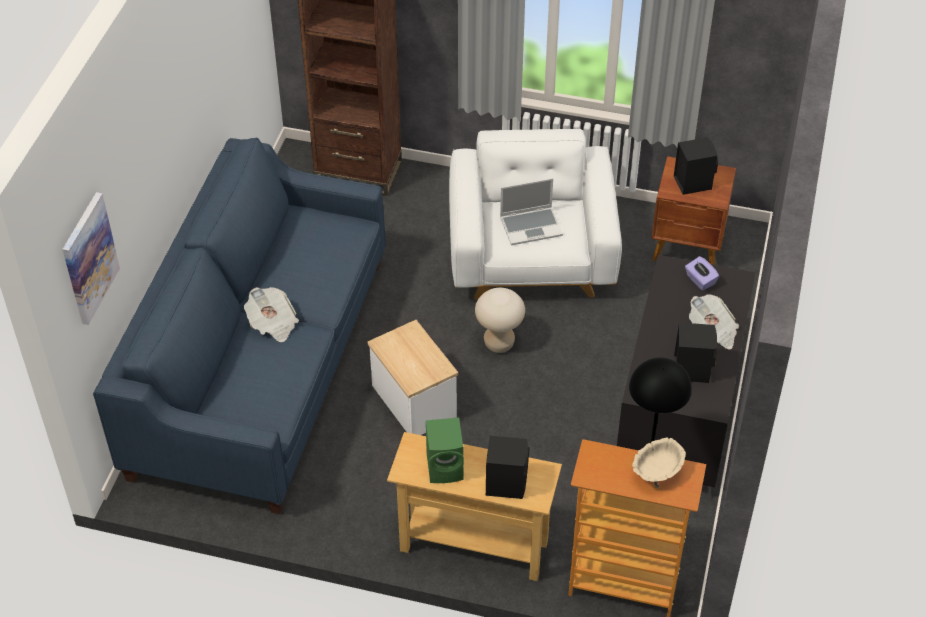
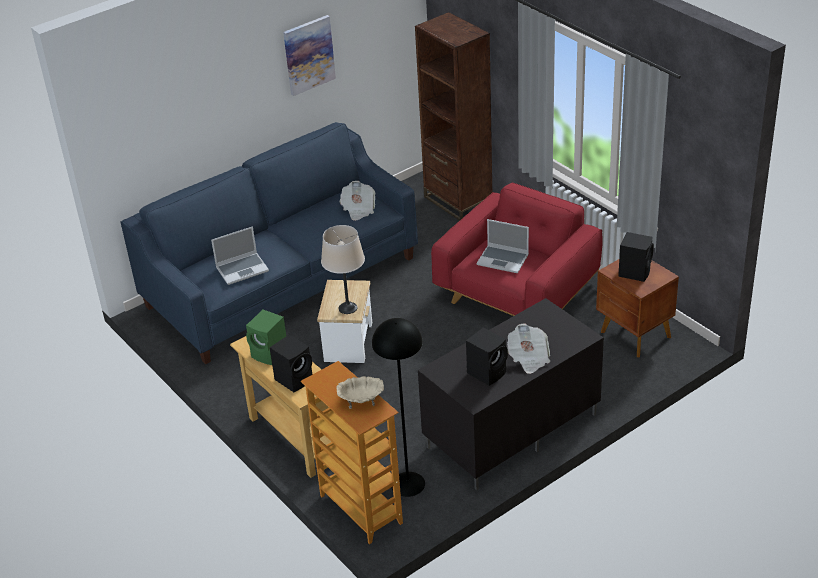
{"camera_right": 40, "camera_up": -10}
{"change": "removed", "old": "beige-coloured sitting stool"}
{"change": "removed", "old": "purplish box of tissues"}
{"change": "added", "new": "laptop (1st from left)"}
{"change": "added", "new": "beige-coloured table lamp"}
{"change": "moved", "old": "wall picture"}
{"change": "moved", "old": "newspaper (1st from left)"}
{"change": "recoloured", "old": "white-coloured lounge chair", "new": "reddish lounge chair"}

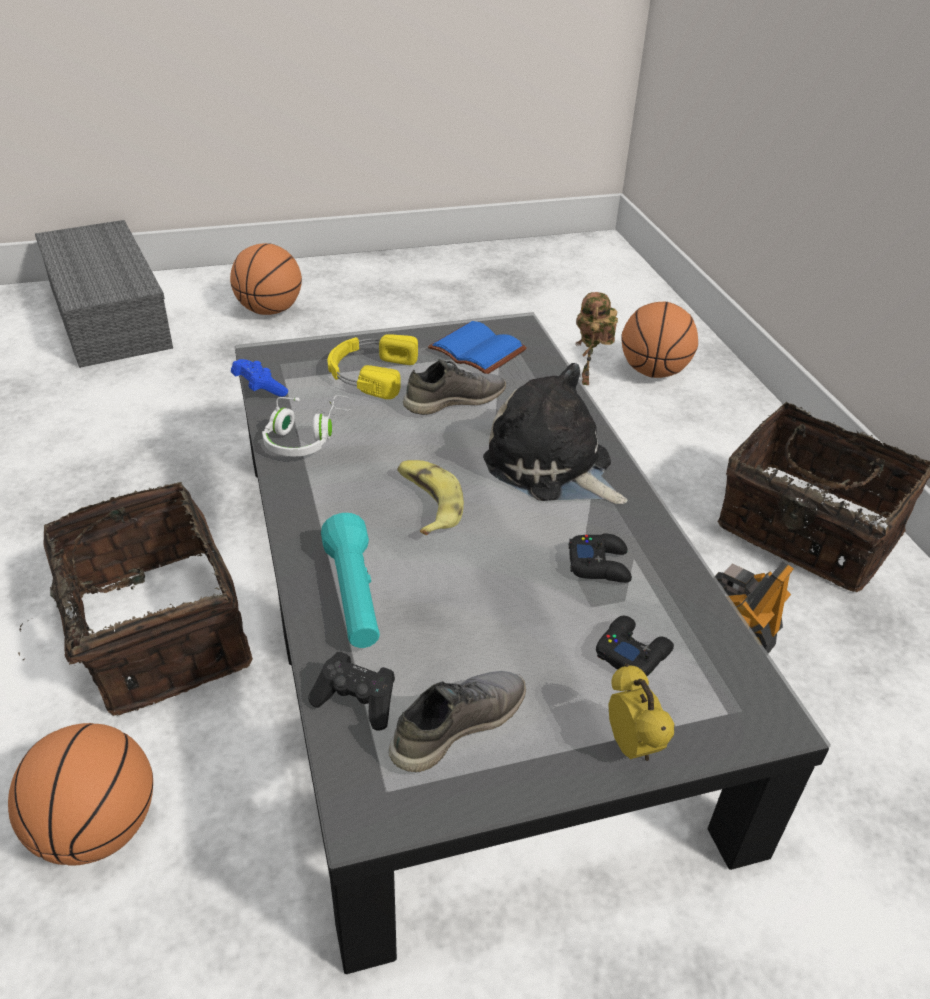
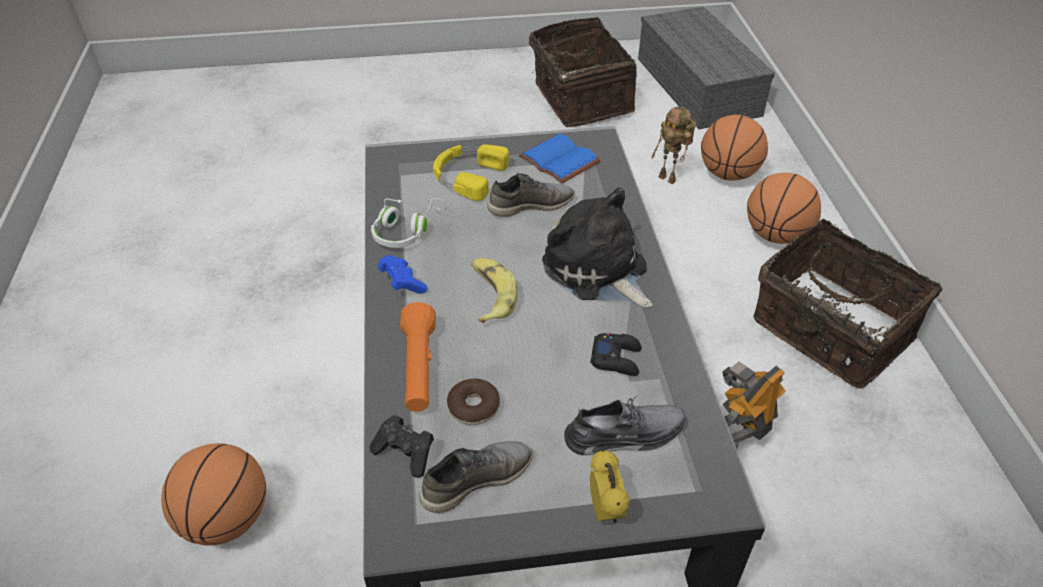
{"camera_right": 10, "camera_up": 5}
{"change": "added", "new": "donut"}
{"change": "moved", "old": "household basket (1st from left)"}
{"change": "moved", "old": "grey storage container"}
{"change": "moved", "old": "ball for basketball (2nd from left in the first image)", "new": "ball for basketball (3rd from left)"}
{"change": "moved", "old": "bluish joypad"}
{"change": "replaced", "old": "black joypad (3rd from left)", "new": "grey item of footwear (3rd from left)"}
{"change": "recoloured", "old": "turquoise torch", "new": "orange-coloured torch"}
{"change": "turned", "old": "toy robot (1st from left)", "degrees": -60}

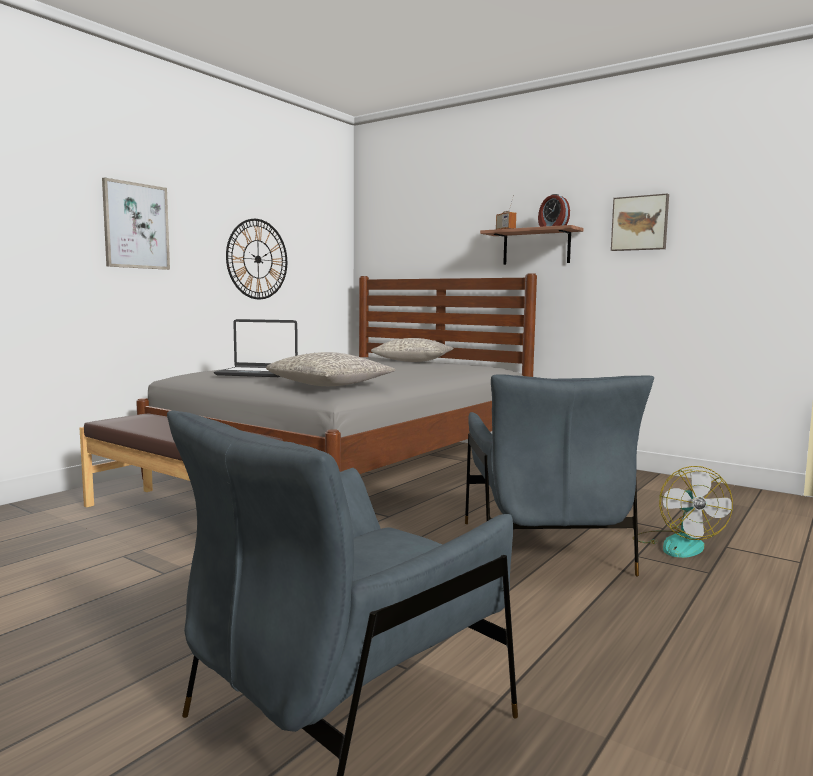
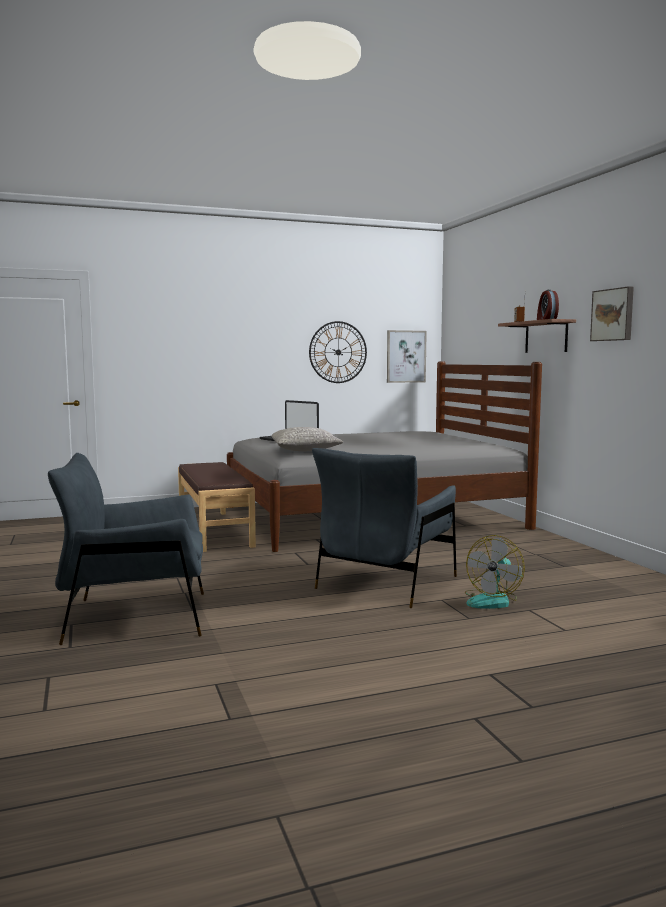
{"camera_right": 35, "camera_up": 0}
{"change": "removed", "old": "grey throw pillow (2nd from left)"}
{"change": "moved", "old": "wall picture (1st from left)"}

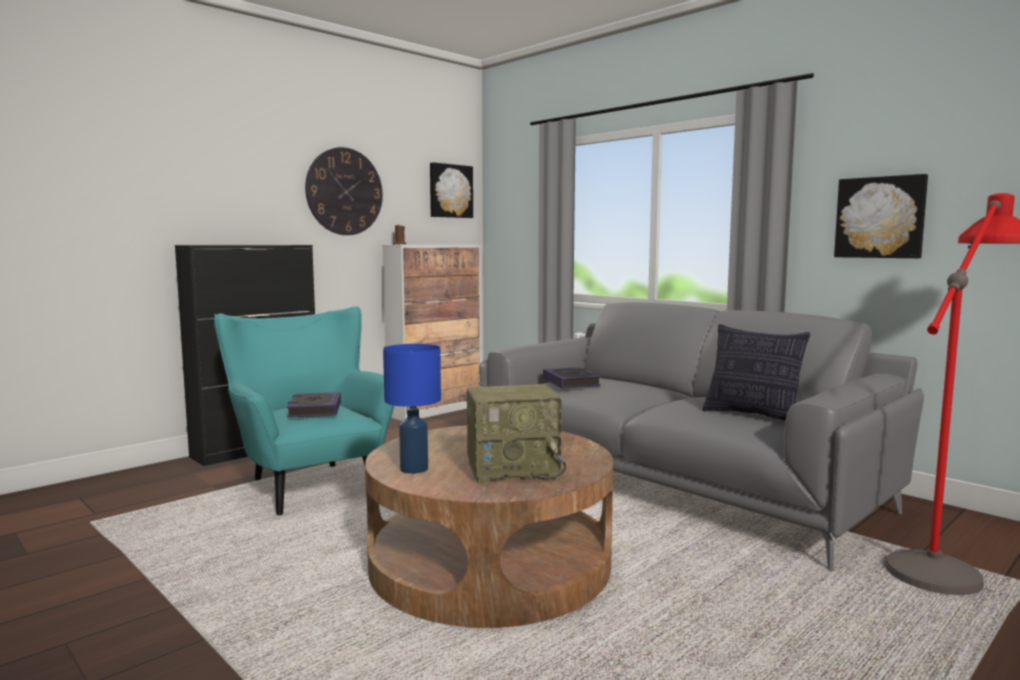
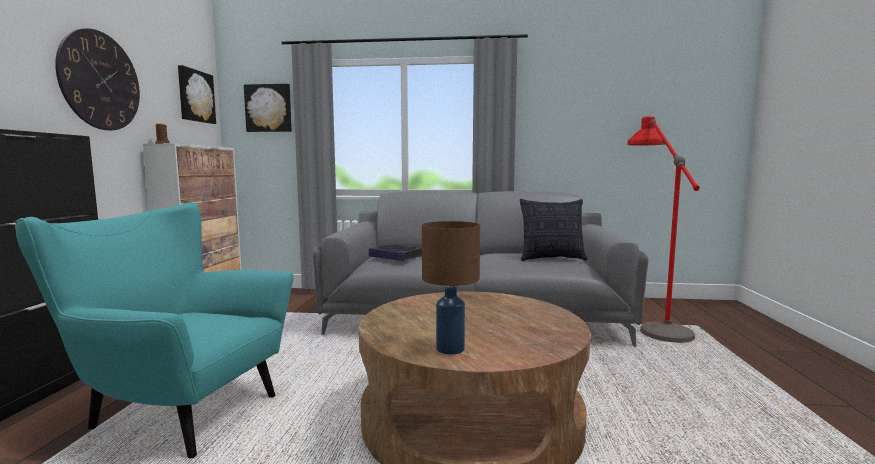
{"camera_right": -40, "camera_up": 0}
{"change": "removed", "old": "book (1st from left)"}
{"change": "removed", "old": "radio receiver"}
{"change": "moved", "old": "wall picture (2nd from left)"}
{"change": "recoloured", "old": "bluish table lamp", "new": "brown-coloured table lamp"}

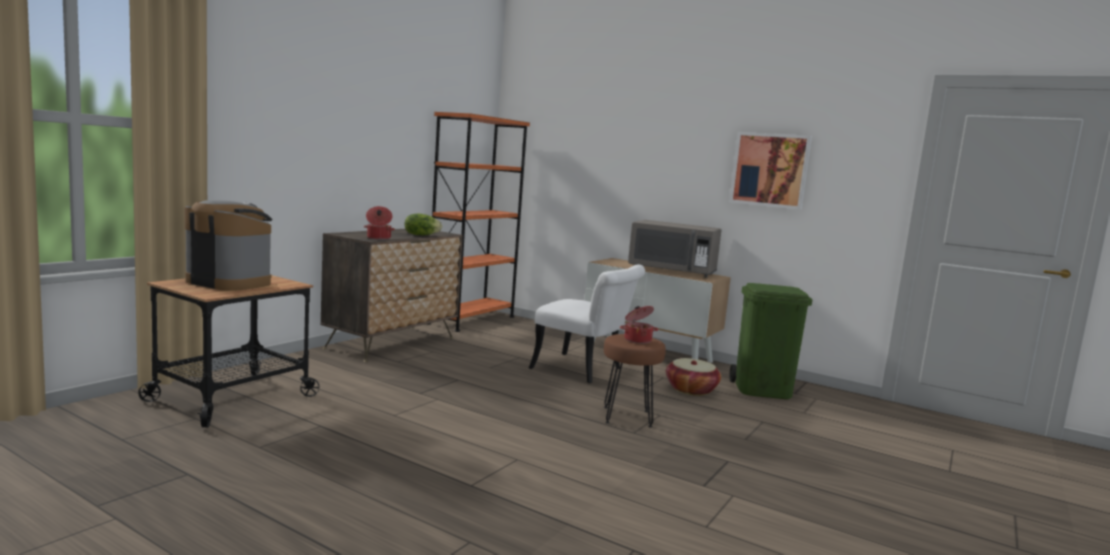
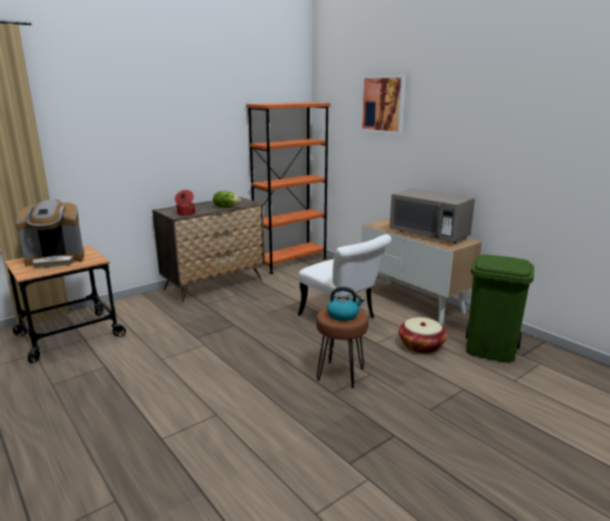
{"camera_right": 20, "camera_up": 10}
{"change": "moved", "old": "wall picture"}
{"change": "replaced", "old": "stockpot (2nd from left)", "new": "kettle"}
{"change": "turned", "old": "coffee brewer", "degrees": 120}

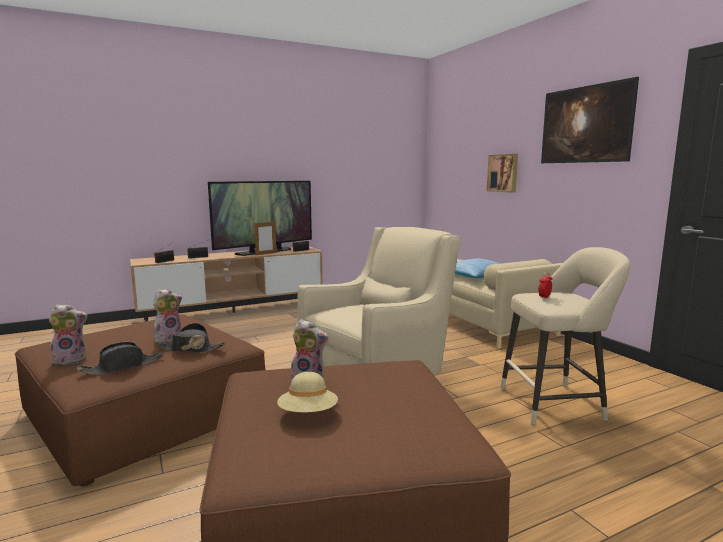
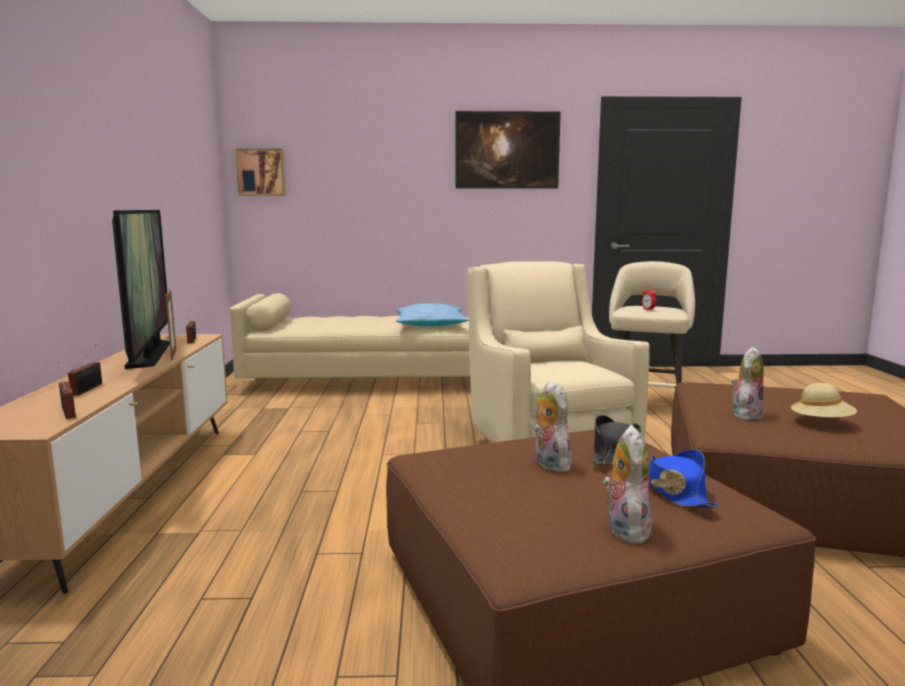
{"camera_right": -65, "camera_up": 0}
{"change": "moved", "old": "wall picture (1st from left)"}
{"change": "recoloured", "old": "black clothing hat (1st from left)", "new": "bluish clothing hat"}

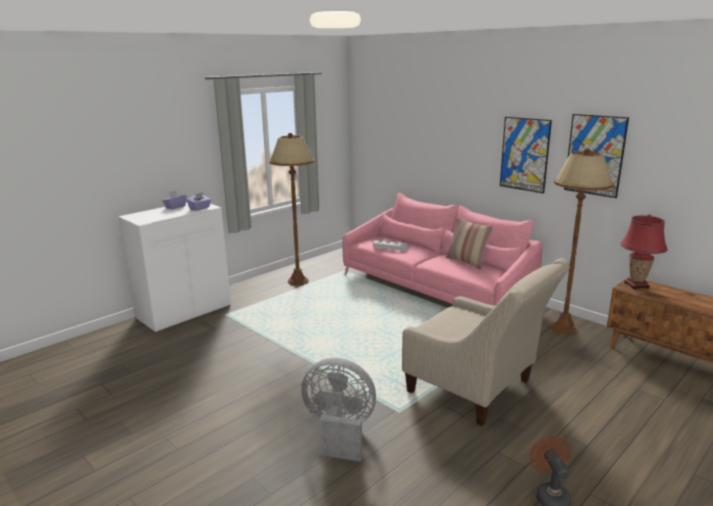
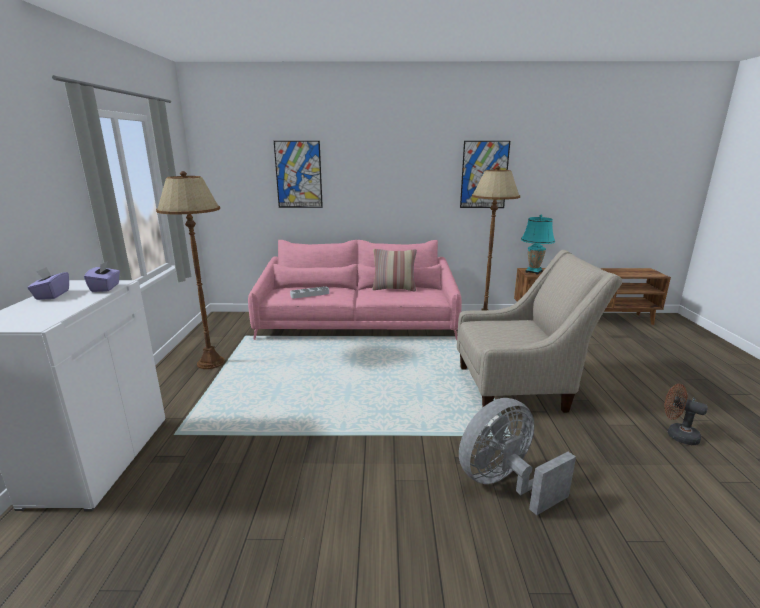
{"camera_right": -45, "camera_up": 0}
{"change": "moved", "old": "wall picture (1st from left)"}
{"change": "recoloured", "old": "reddish table lamp", "new": "turquoise table lamp"}

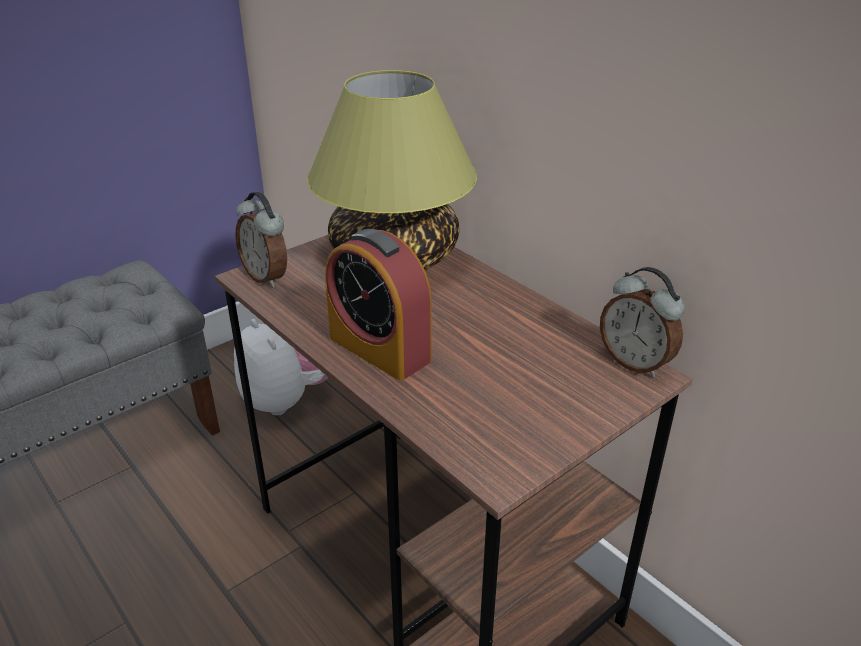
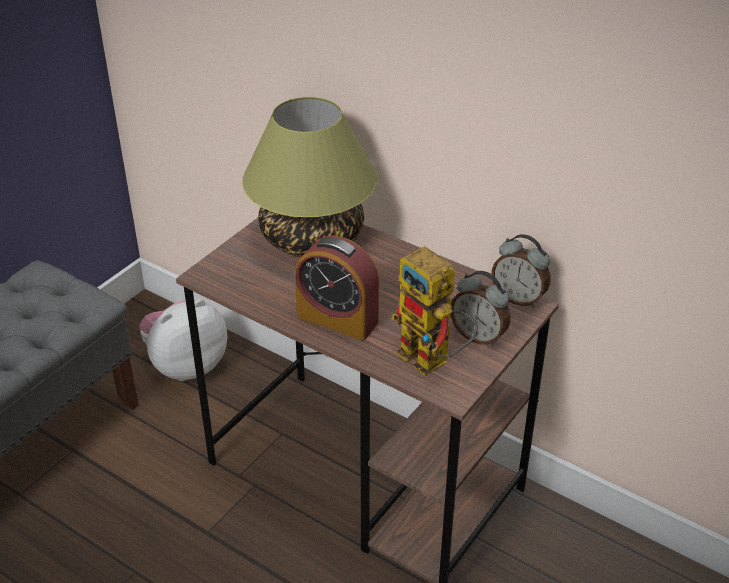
{"camera_right": -15, "camera_up": 5}
{"change": "added", "new": "toy robot"}
{"change": "moved", "old": "bedside clock (1st from left in the first image)", "new": "bedside clock (2nd from left)"}
{"change": "turned", "old": "plush toy", "degrees": -75}

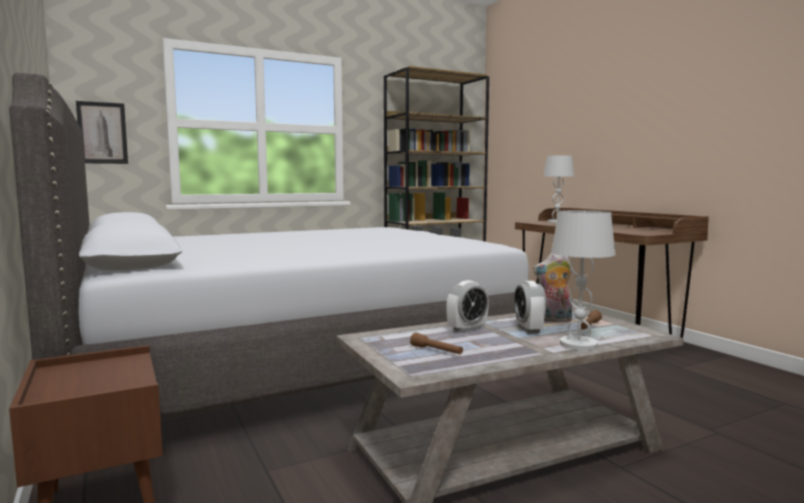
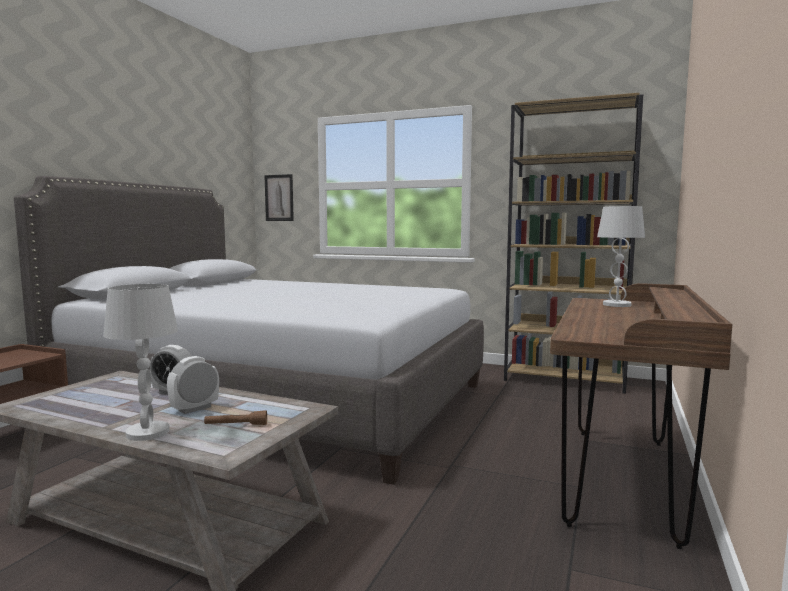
{"camera_right": 50, "camera_up": 0}
{"change": "removed", "old": "brown-coloured torch (1st from left)"}
{"change": "removed", "old": "plush toy"}

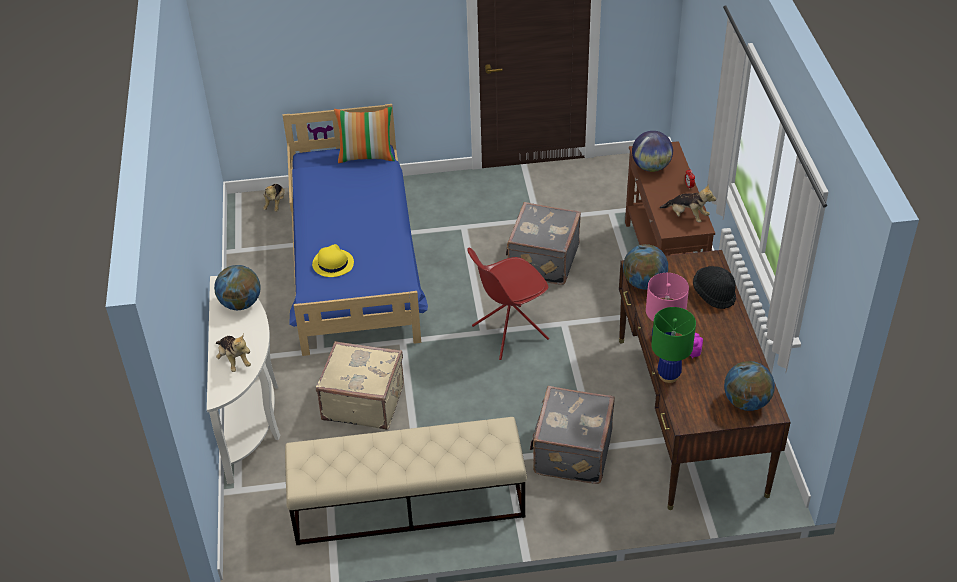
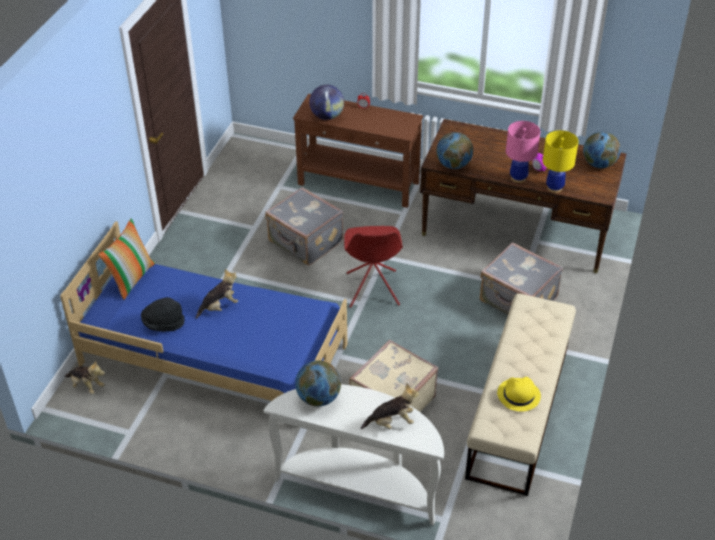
{"camera_right": -65, "camera_up": 0}
{"change": "moved", "old": "yellow clothing hat"}
{"change": "moved", "old": "plush toy (3rd from left in the first image)", "new": "plush toy (2nd from left)"}
{"change": "moved", "old": "black clothing hat"}
{"change": "recoloured", "old": "greenish table lamp", "new": "yellow table lamp"}

